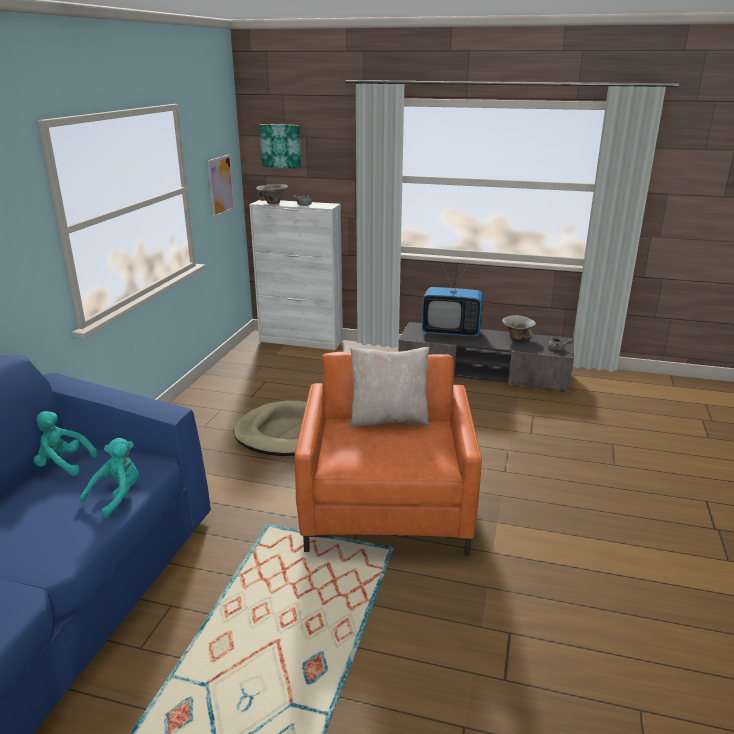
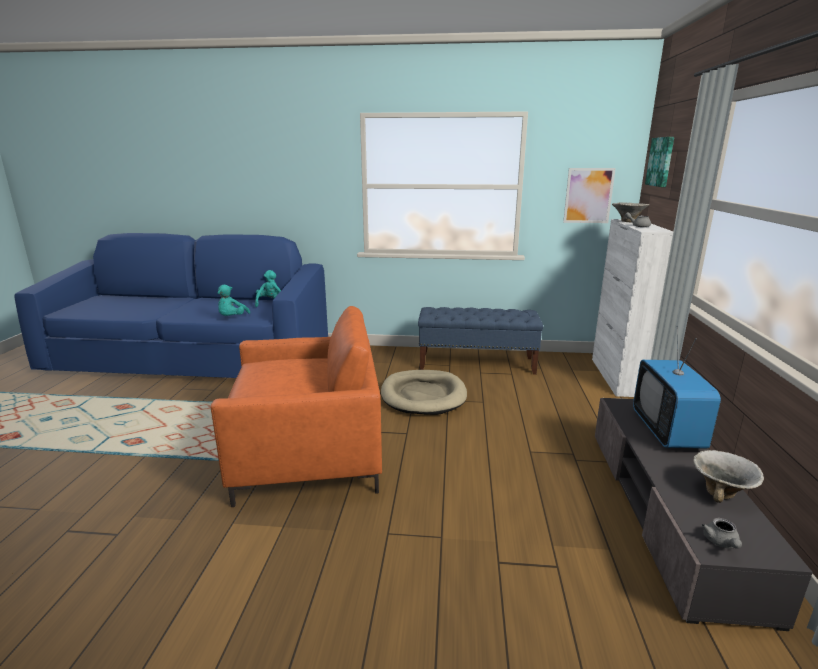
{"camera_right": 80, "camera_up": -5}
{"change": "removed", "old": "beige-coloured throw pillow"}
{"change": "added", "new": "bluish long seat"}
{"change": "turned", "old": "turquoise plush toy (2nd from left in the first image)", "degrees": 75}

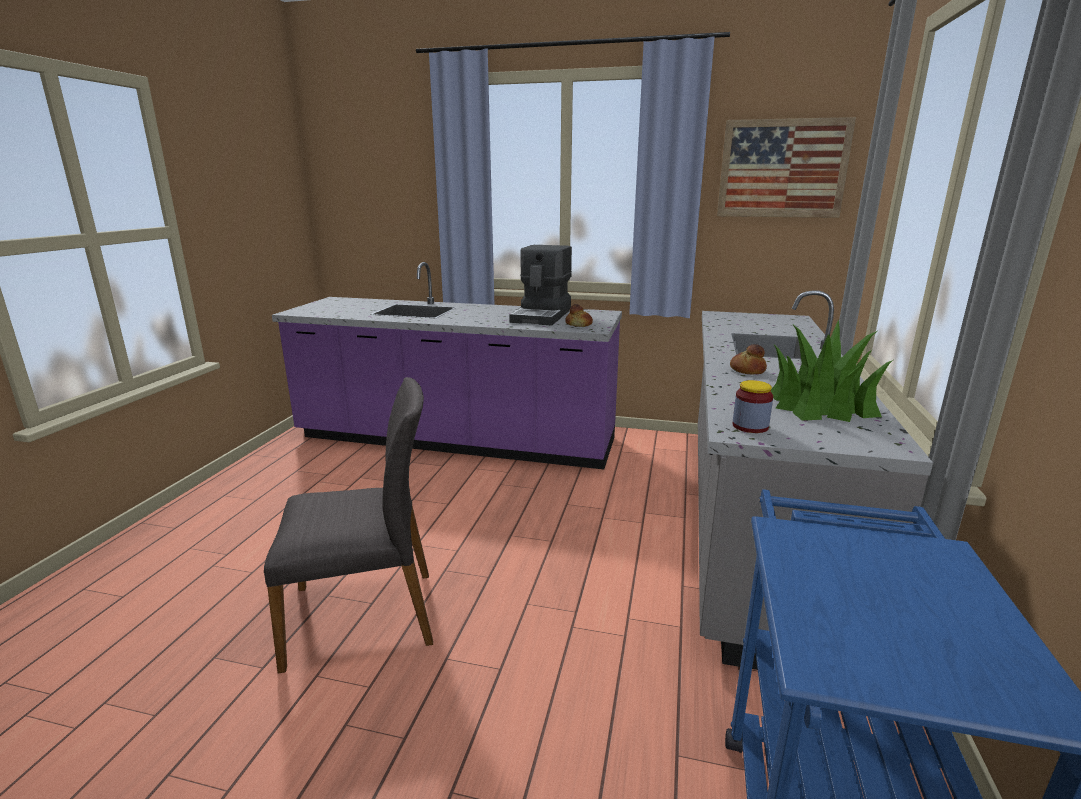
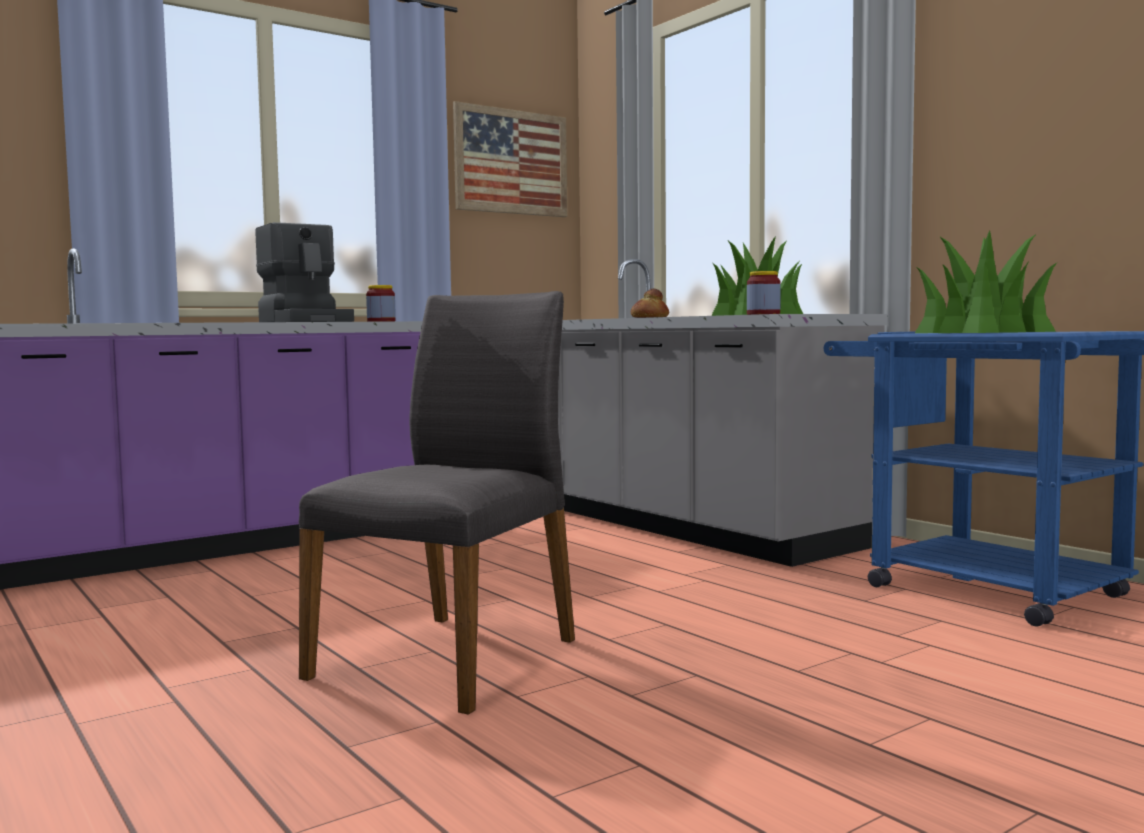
{"camera_right": -50, "camera_up": -15}
{"change": "added", "new": "houseplant (2nd from left)"}
{"change": "replaced", "old": "bread (1st from left)", "new": "preserve jar (1st from left)"}

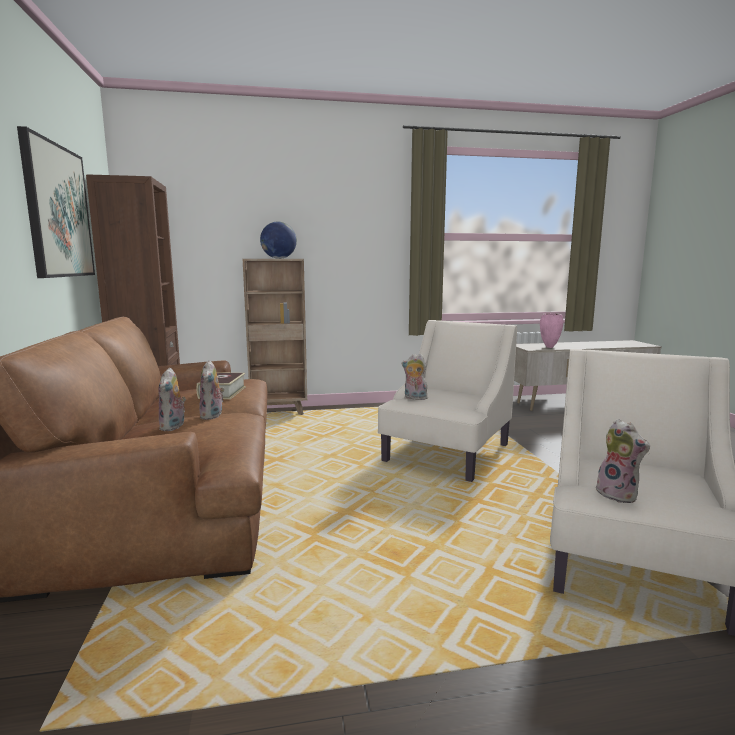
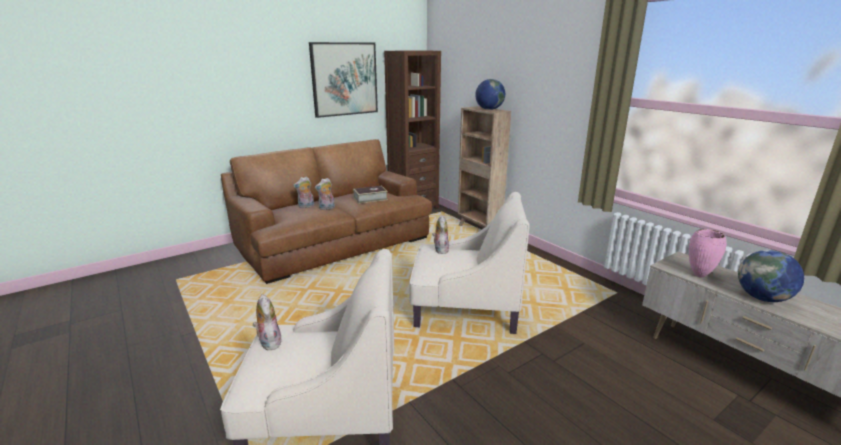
{"camera_right": 65, "camera_up": 10}
{"change": "added", "new": "globe (2nd from left)"}
{"change": "turned", "old": "plush toy (4th from left in the first image)", "degrees": 120}

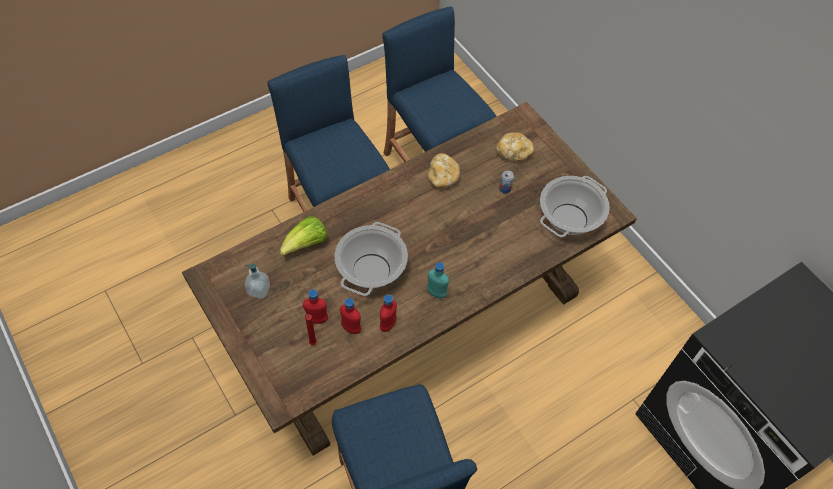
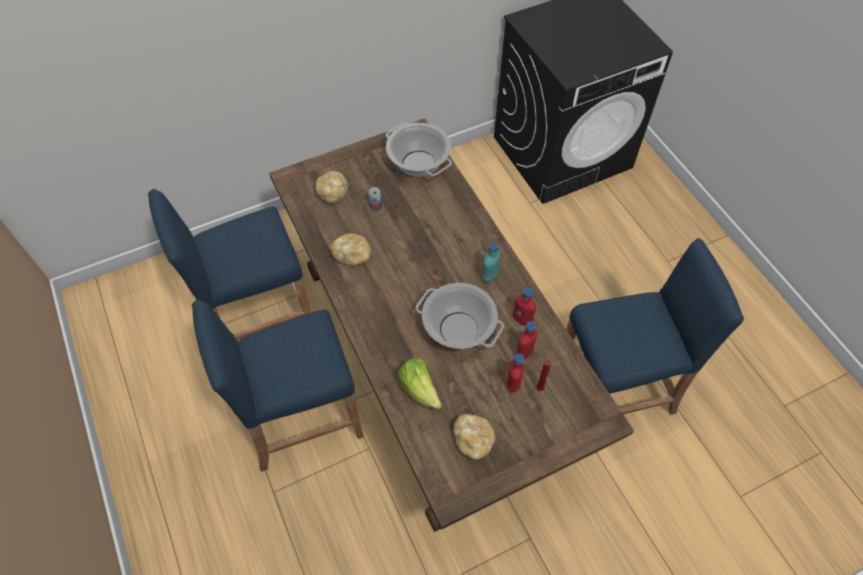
{"camera_right": -80, "camera_up": 0}
{"change": "replaced", "old": "liquid soap bottle", "new": "bread (3rd from left)"}

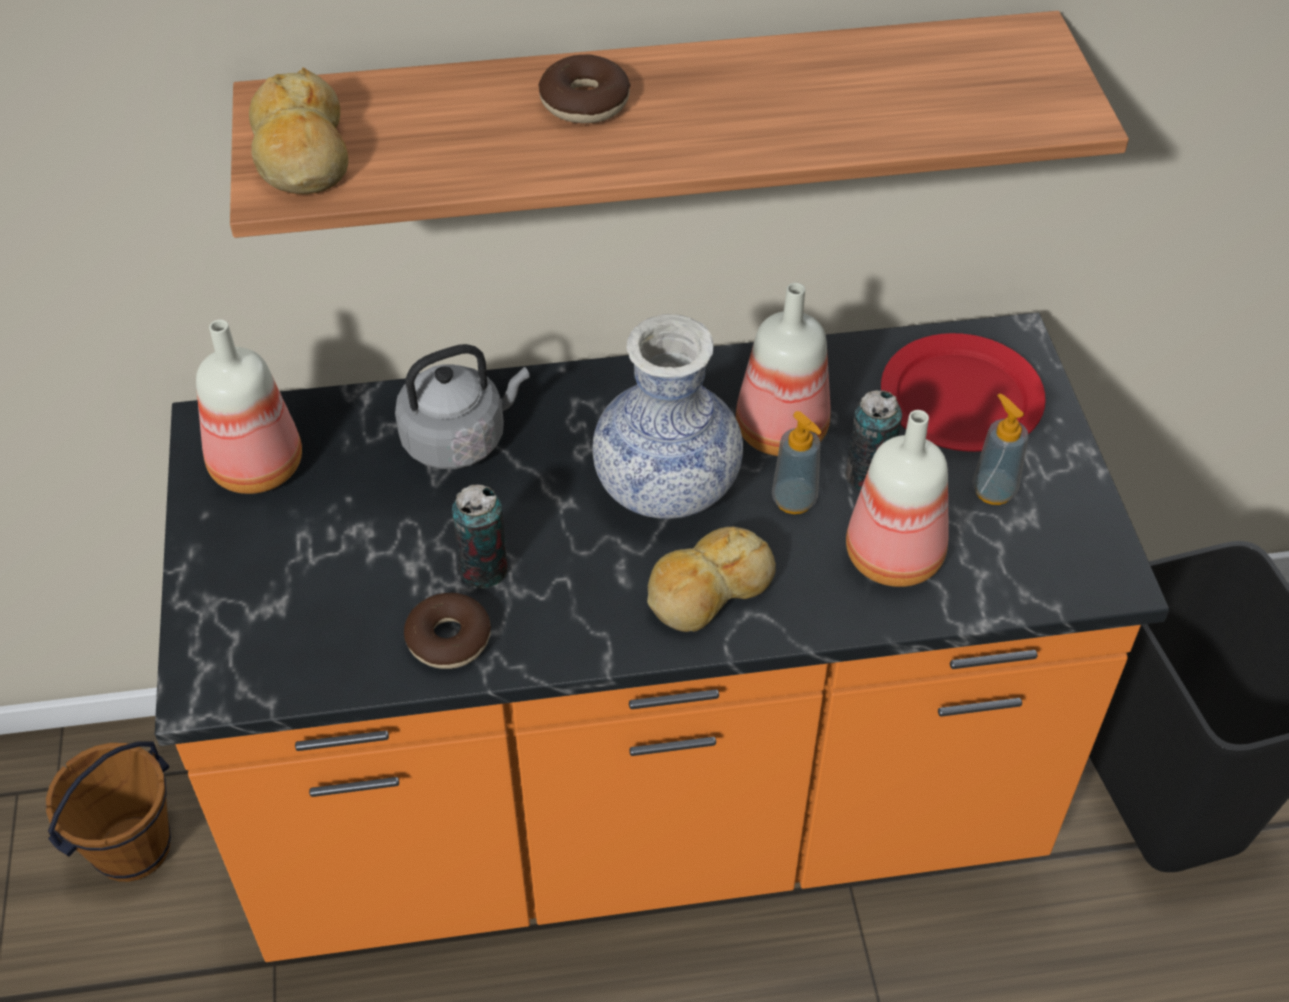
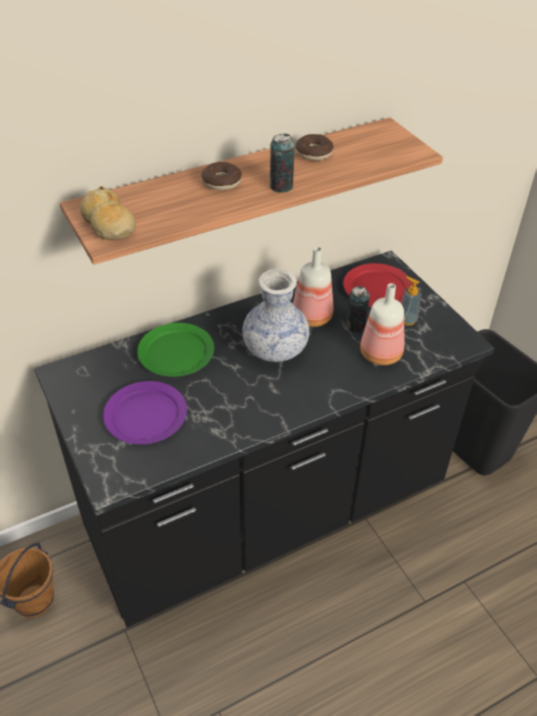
{"camera_right": -20, "camera_up": -5}
{"change": "removed", "old": "drink bottle (1st from left)"}
{"change": "removed", "old": "bread (2nd from left)"}
{"change": "removed", "old": "liquid soap bottle (1st from left)"}
{"change": "added", "new": "purplish plate"}
{"change": "moved", "old": "donut (1st from left in the first image)", "new": "donut (2nd from left)"}
{"change": "moved", "old": "metal can (1st from left)"}
{"change": "replaced", "old": "grey kettle", "new": "greenish plate"}
{"change": "recoloured", "old": "orange-coloured counter", "new": "black counter"}

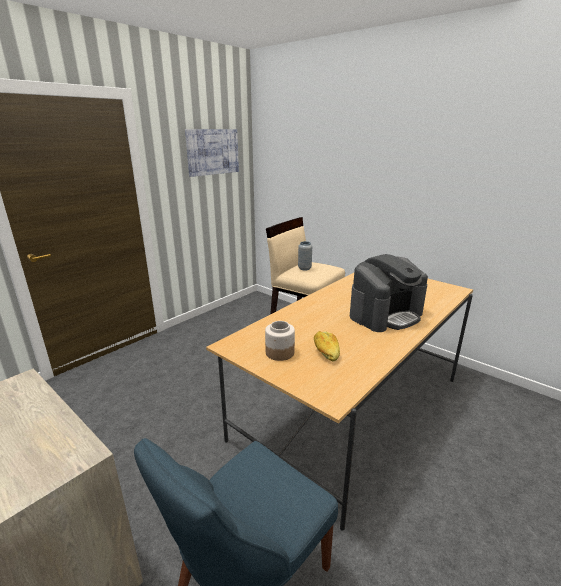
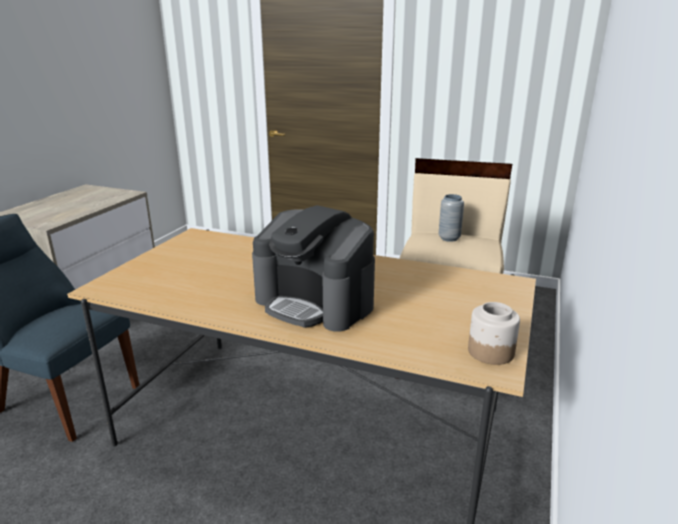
{"camera_right": 70, "camera_up": 0}
{"change": "removed", "old": "wall picture"}
{"change": "removed", "old": "bread"}
{"change": "moved", "old": "preserve jar"}

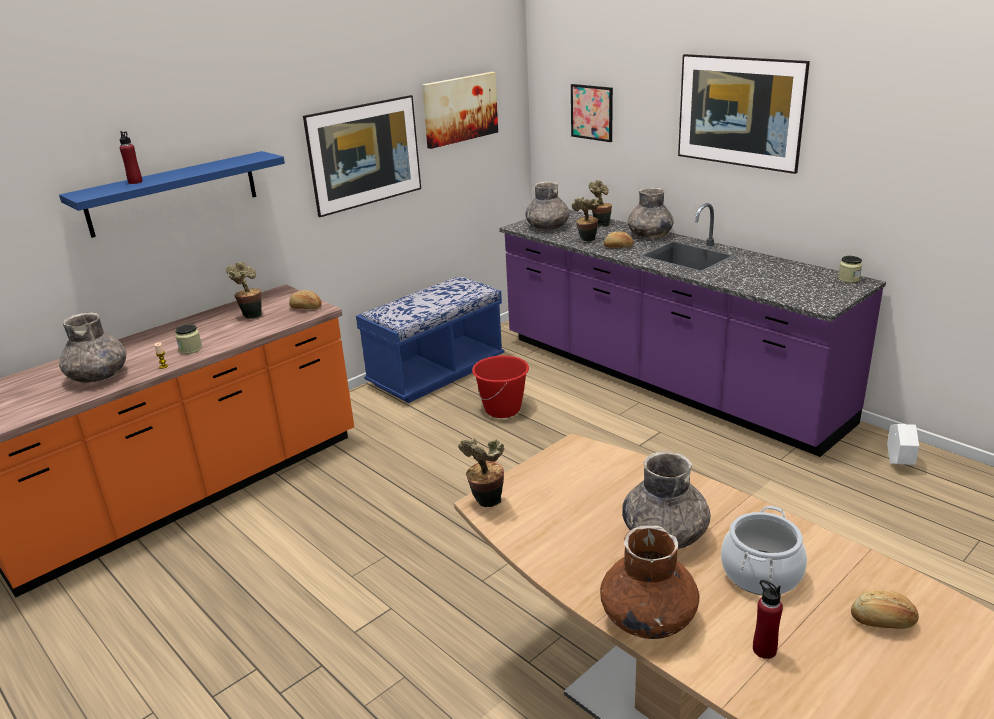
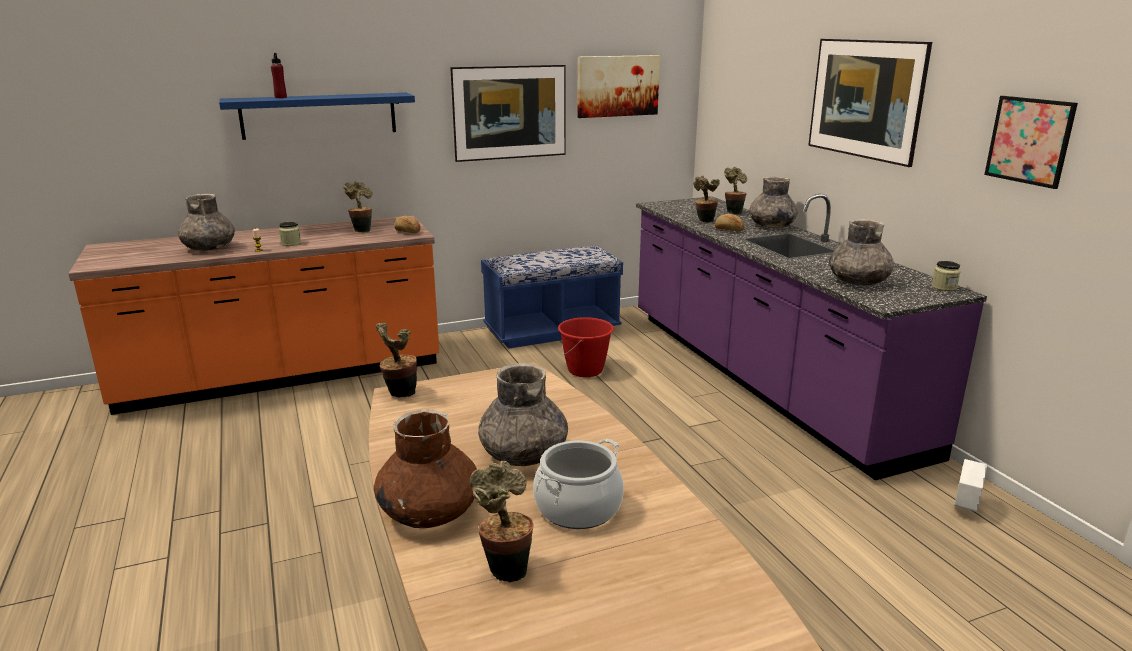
{"camera_right": 20, "camera_up": -5}
{"change": "removed", "old": "bread (3rd from left)"}
{"change": "moved", "old": "grey decorative vase (2nd from left in the first image)", "new": "grey decorative vase (4th from left)"}
{"change": "moved", "old": "wall picture (3rd from left in the first image)", "new": "wall picture (4th from left)"}
{"change": "replaced", "old": "reddish drink bottle (2nd from left)", "new": "houseplant (3rd from left)"}

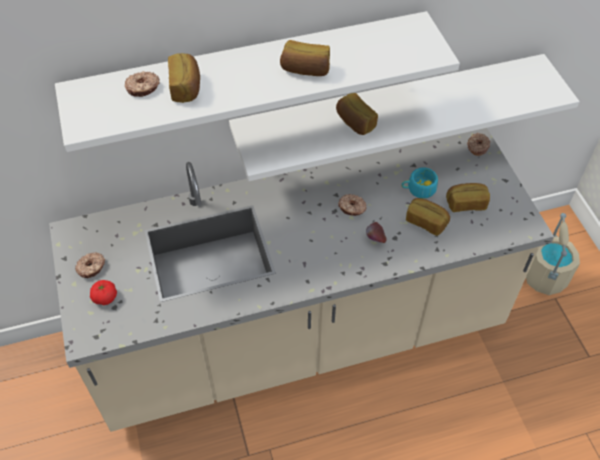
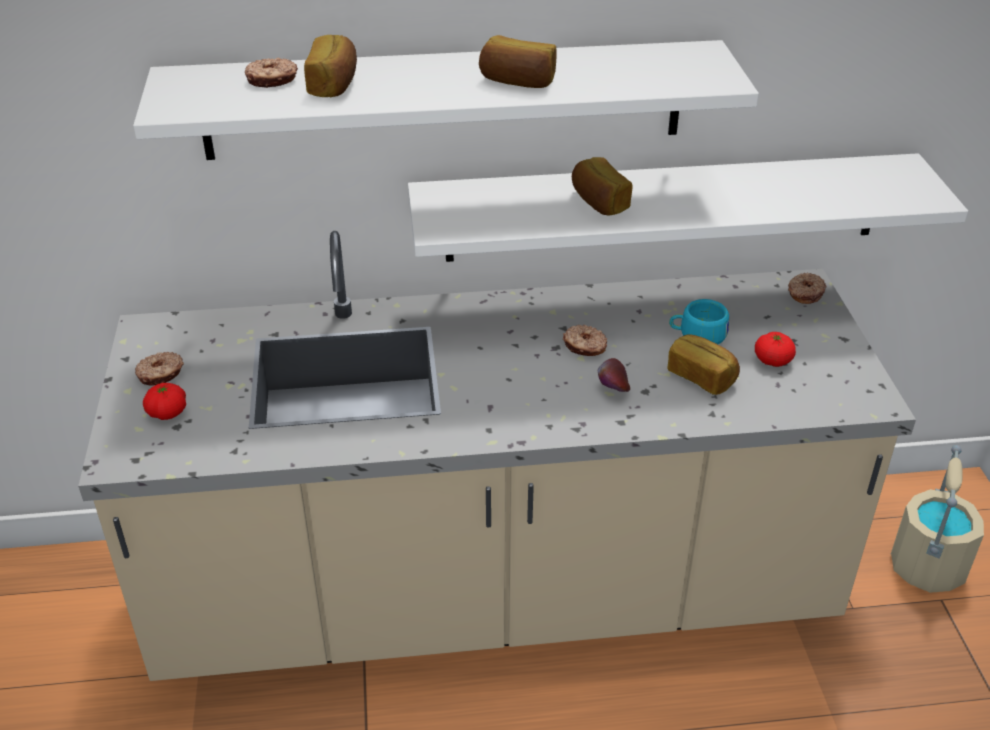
{"camera_right": 10, "camera_up": -15}
{"change": "replaced", "old": "bread (5th from left)", "new": "fresh tomato (2nd from left)"}

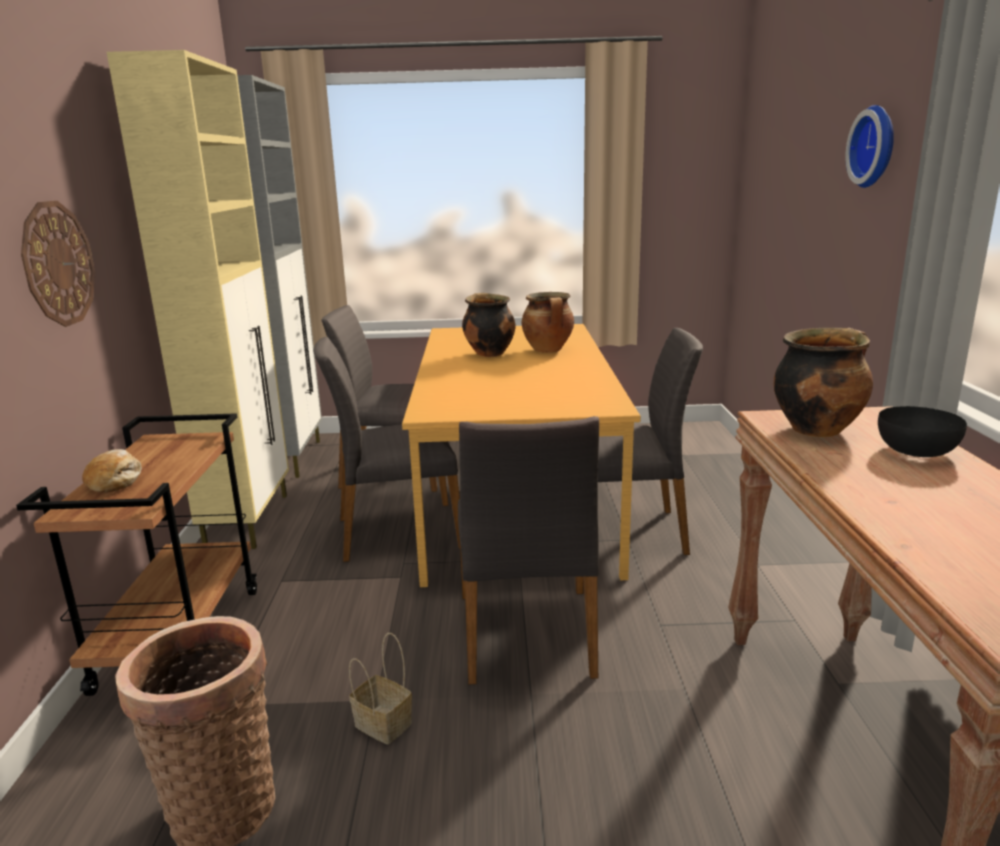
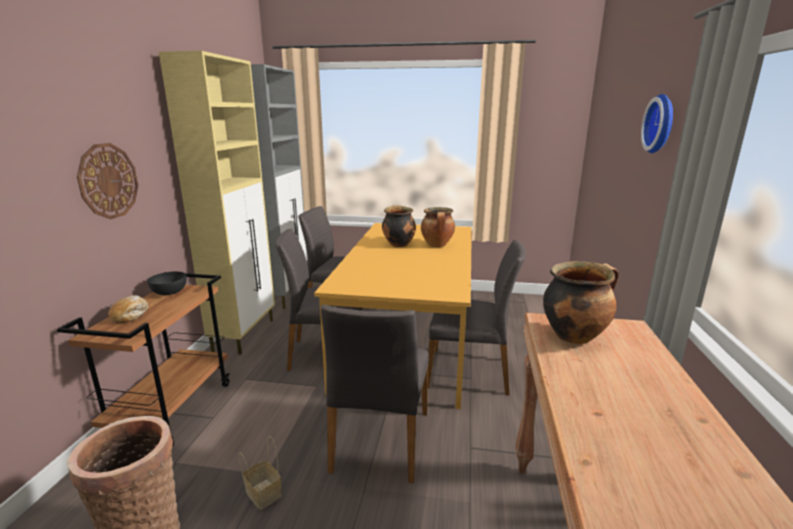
{"camera_right": 10, "camera_up": 0}
{"change": "moved", "old": "black serving bowl"}

